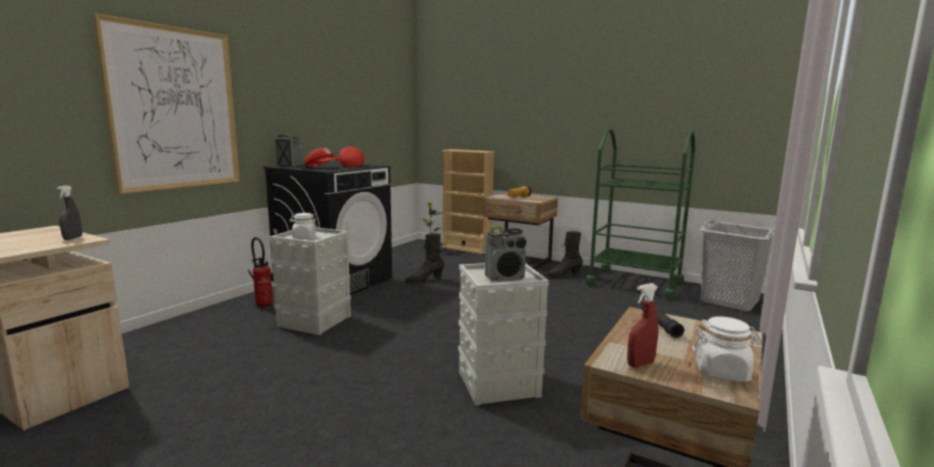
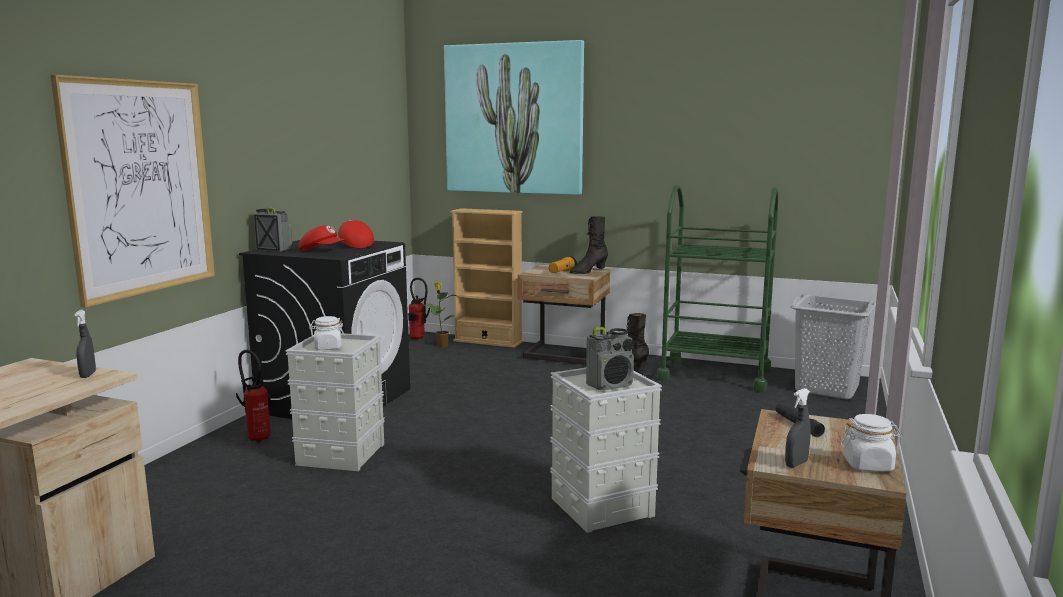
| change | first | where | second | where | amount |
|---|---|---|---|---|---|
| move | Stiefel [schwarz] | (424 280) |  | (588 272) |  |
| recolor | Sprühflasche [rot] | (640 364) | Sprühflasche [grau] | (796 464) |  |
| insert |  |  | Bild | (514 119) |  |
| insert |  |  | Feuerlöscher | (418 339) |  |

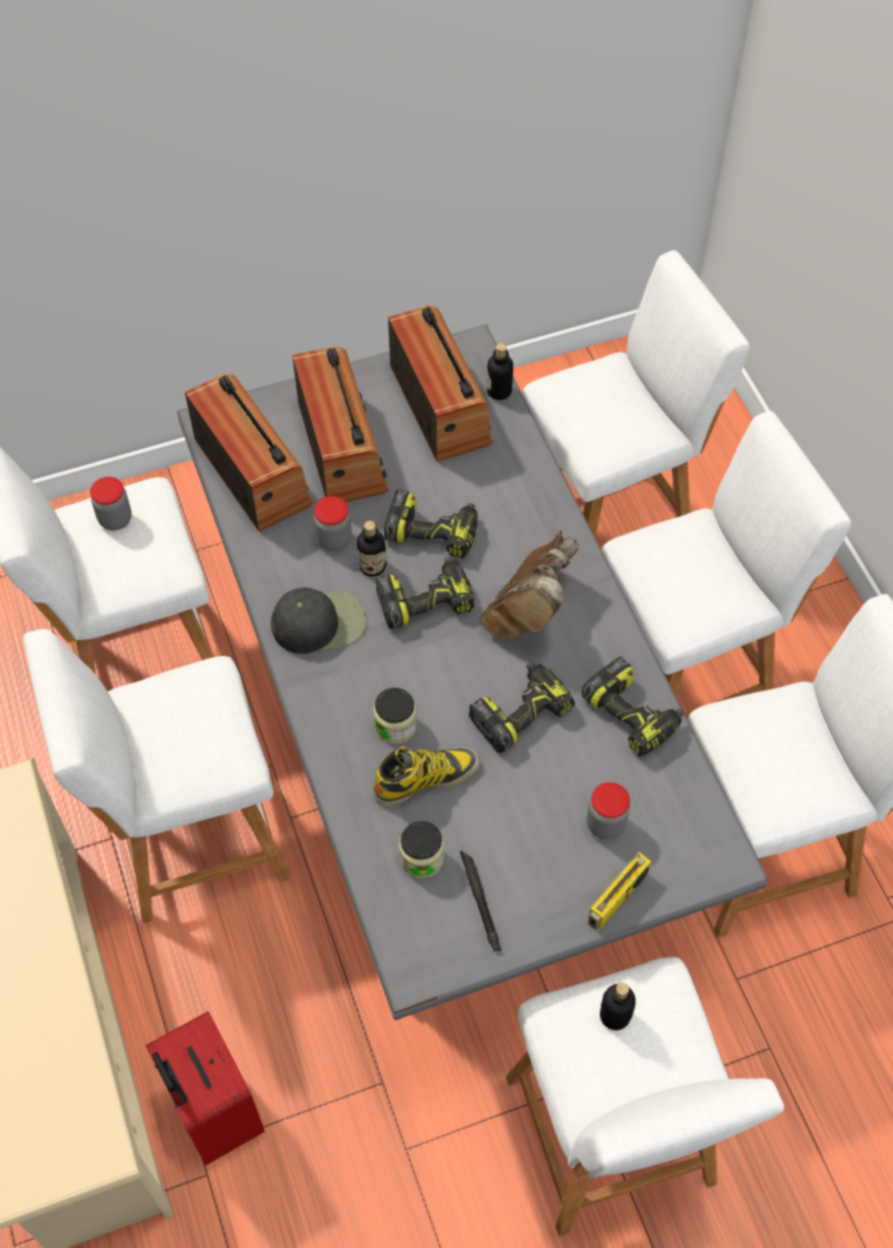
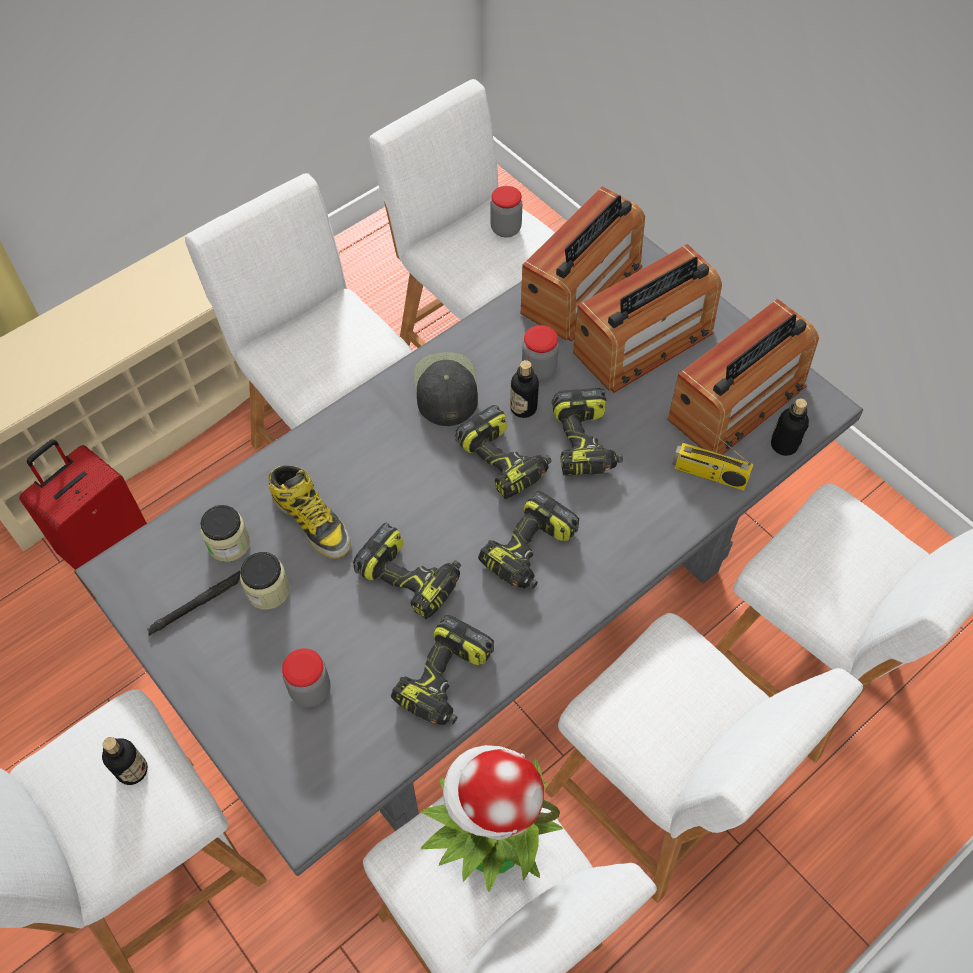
| change | first | where | second | where | amount |
|---|---|---|---|---|---|
| replace | Stiefel [braun] | (530 611) | Bohrmaschine | (529 552) |  |
| rotate | Kappe [schwarz] | (319 622) |  | (445 388) | 150 degrees counterclockwise |
| move | Vorratsglas | (395 725) |  | (268 590) |  |
| move | Radio | (618 898) |  | (709 474) |  |
| insert |  |  | Topfpflanze | (490 844) |  |

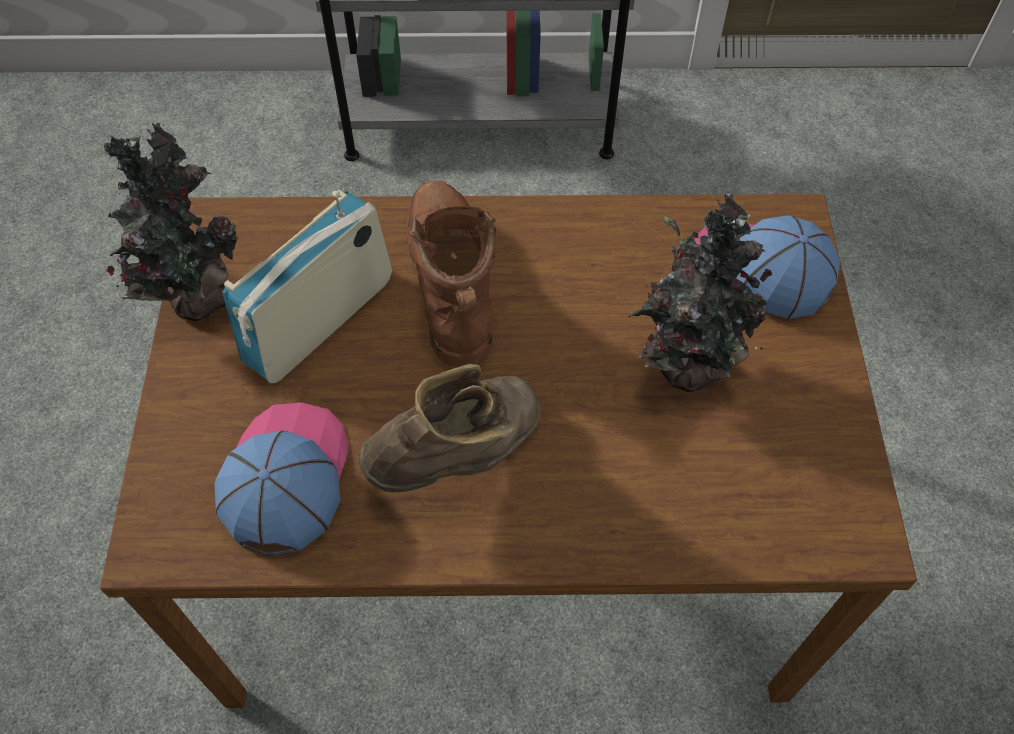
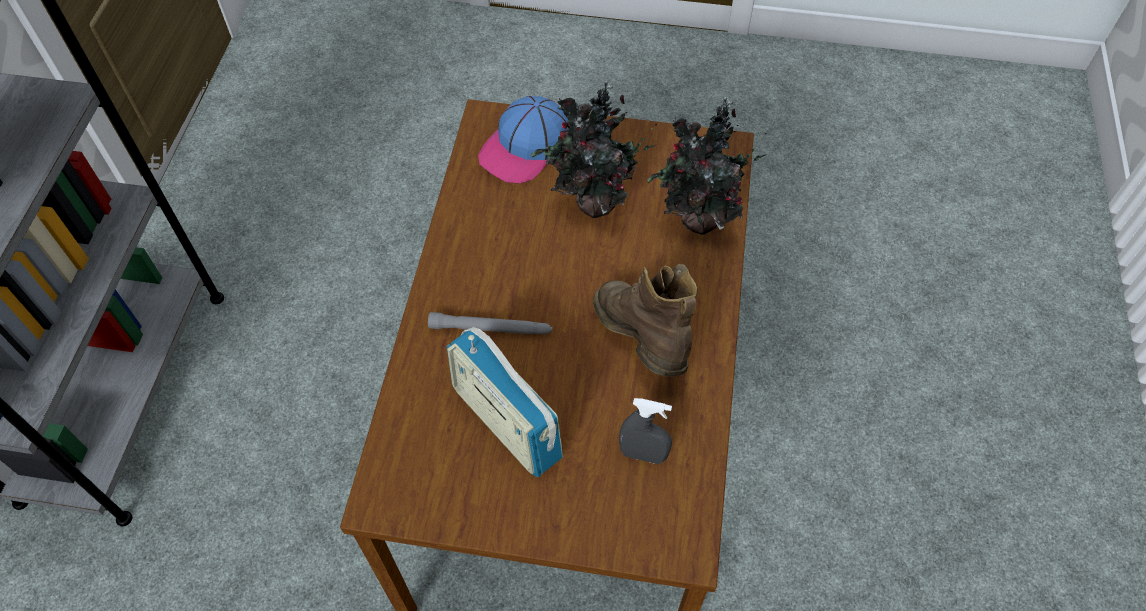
| change | first | where | second | where | amount |
|---|---|---|---|---|---|
| move | Topfpflanze | (194 297) |  | (697 222) |  |
| replace | Stiefel [braun] | (452 283) | Taschenlampe [grau] | (491 329) |  |
| replace | Kappe | (285 478) | Sprühflasche [grau] | (643 455) |  |

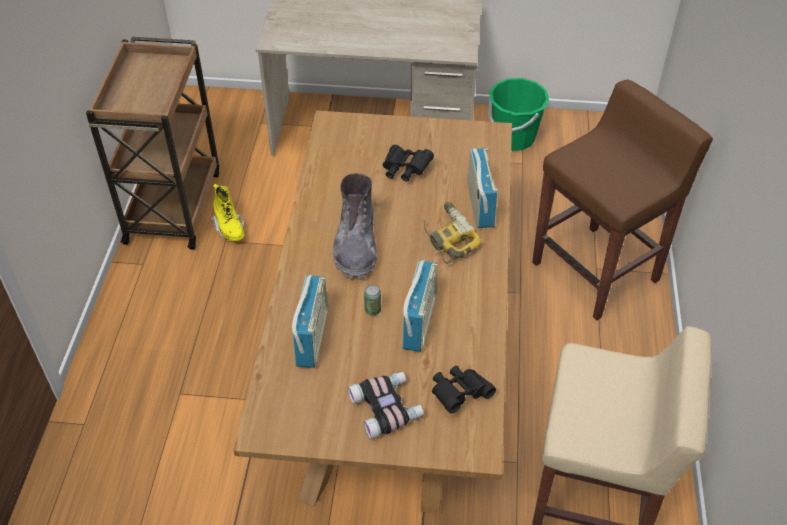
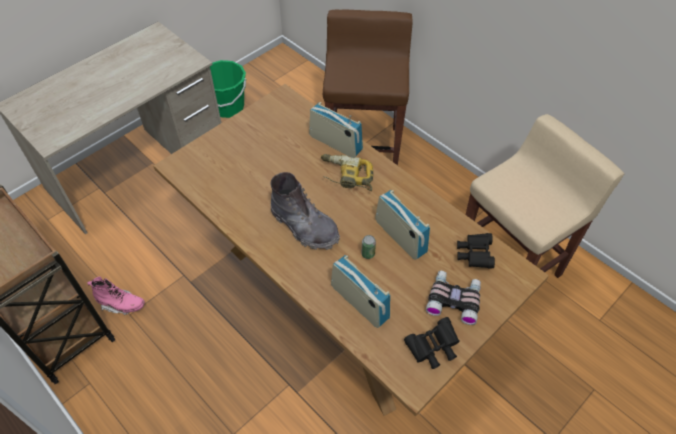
| change | first | where | second | where | amount |
|---|---|---|---|---|---|
| move | Fernglas [schwarz] | (405 170) |  | (432 348) |  |
| recolor | Stiefel [gelb] | (229 228) | Stiefel [rosa] | (121 304) |  |

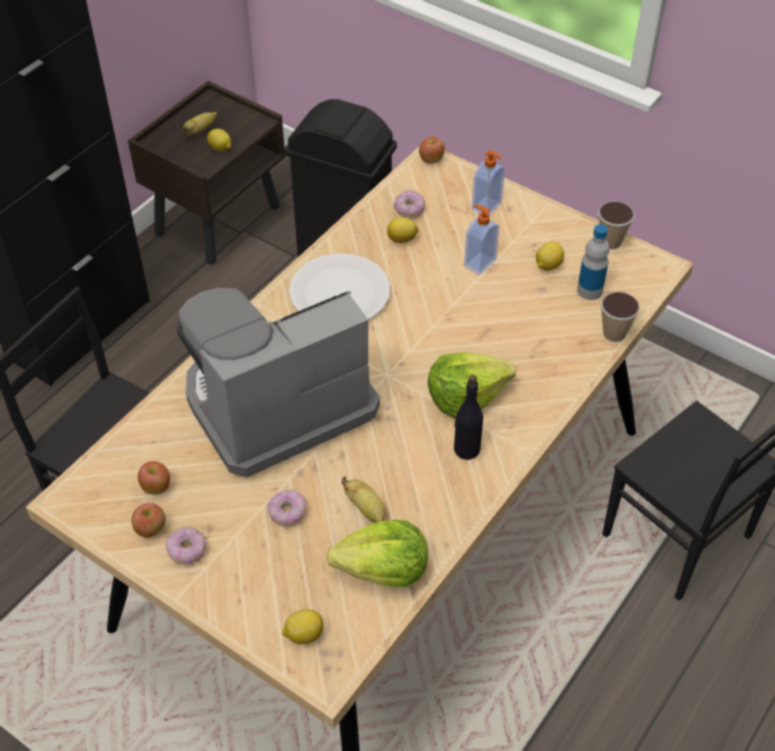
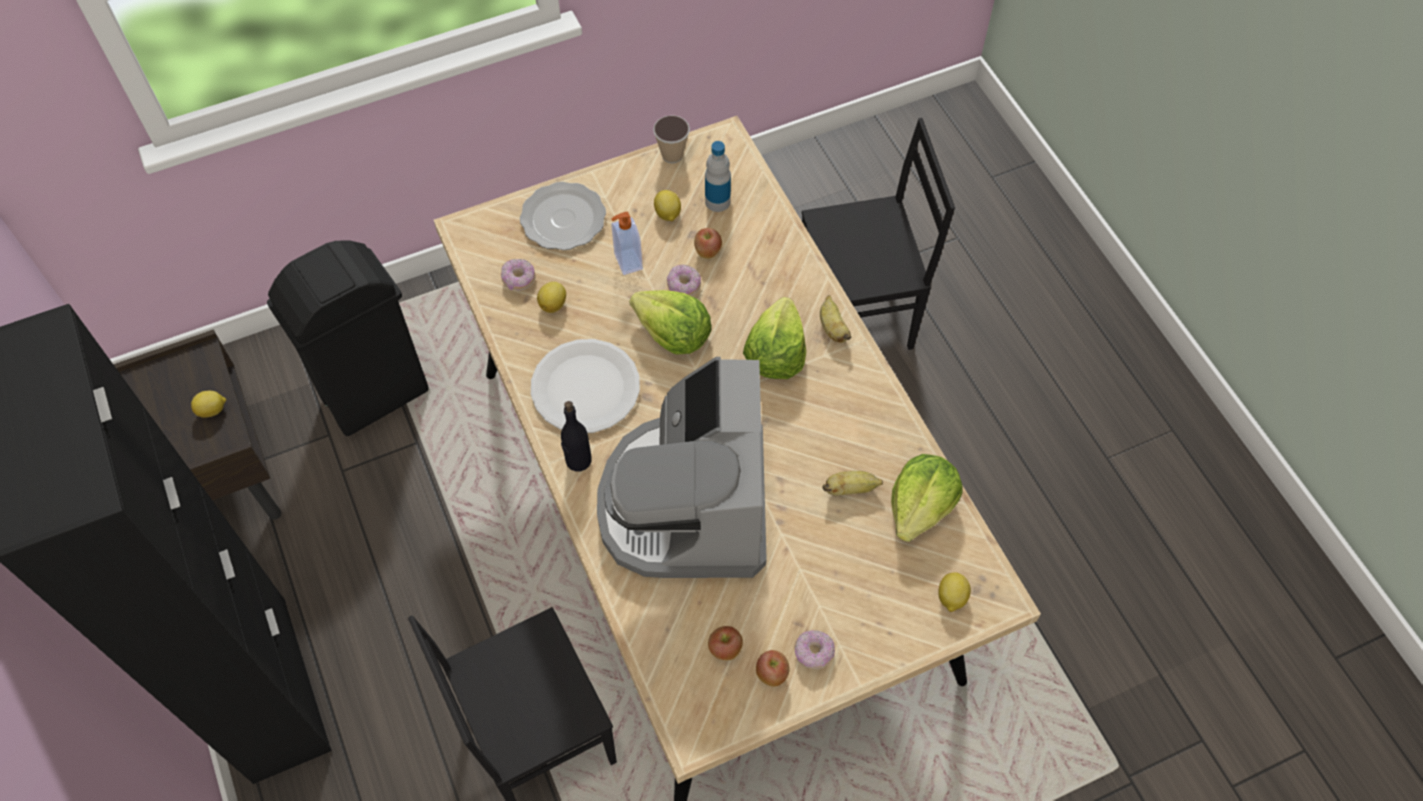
| change | first | where | second | where | amount |
|---|---|---|---|---|---|
| move | Banane | (200 130) |  | (832 328) |  |
| move | Apfel | (431 160) |  | (707 252) |  |
| replace | Seifenspender | (487 207) | Teller | (562 218) |  |
| delete | Tasse | (614 333) |  |  |  |
| move | Flasche [schwarz] | (466 449) |  | (578 460) |  |
| move | Donut | (287 513) |  | (683 286) |  |
| insert |  |  | Salatkopf | (673 334) |  |

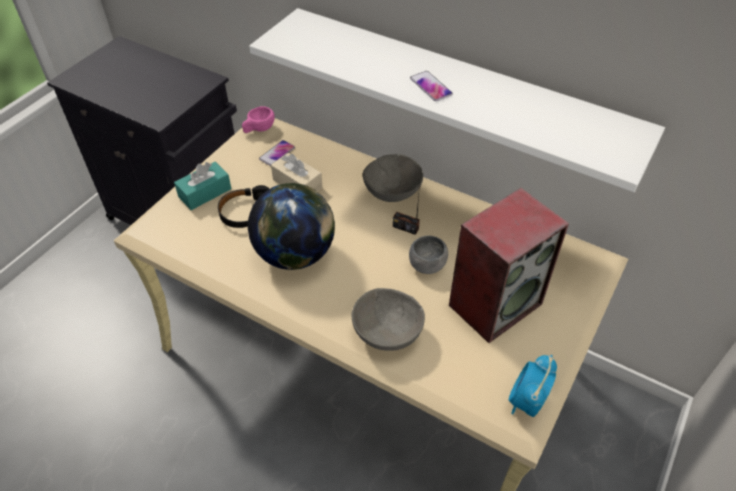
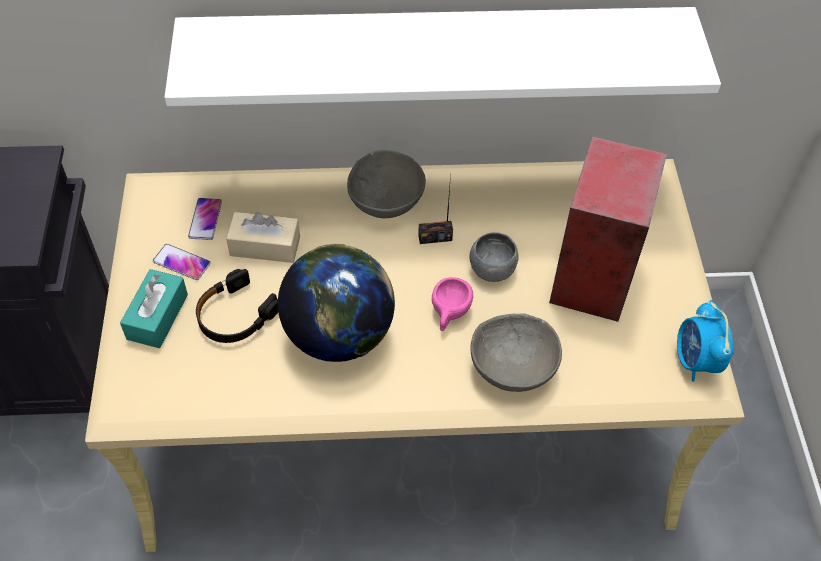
| change | first | where | second | where | amount |
|---|---|---|---|---|---|
| move | Handy | (430 87) |  | (181 263) |  |
| move | Tasse [rosa] | (258 129) |  | (449 314) |  |

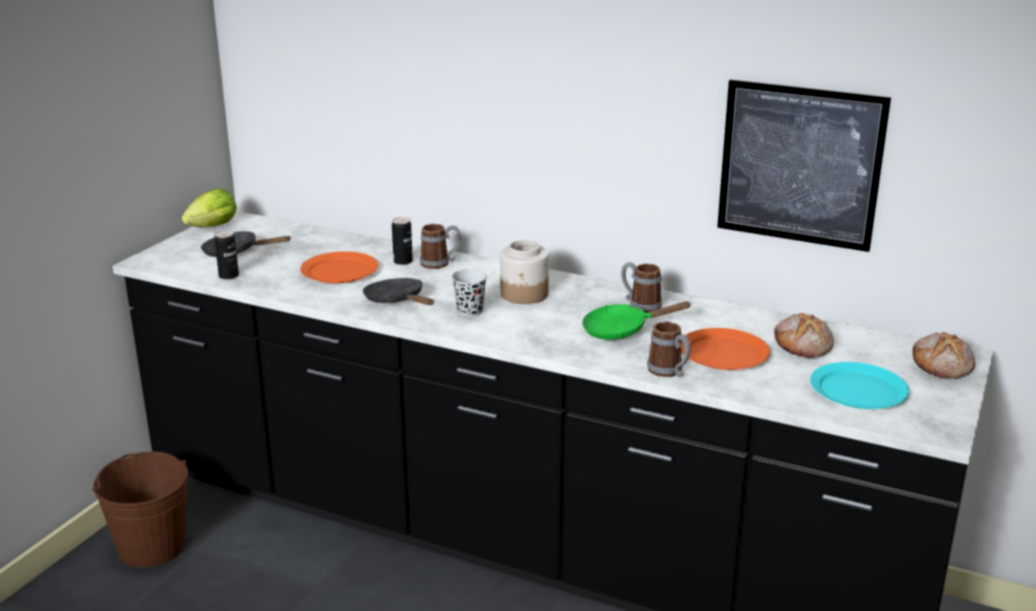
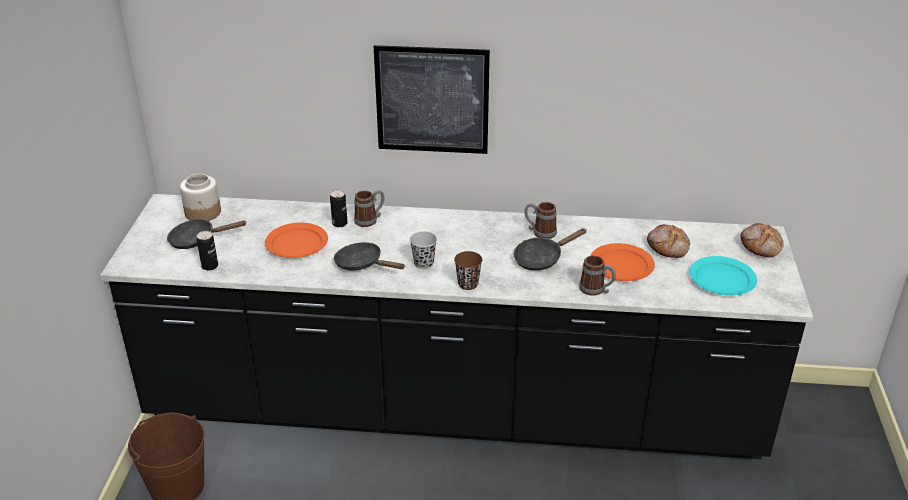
| change | first | where | second | where | amount |
|---|---|---|---|---|---|
| move | Bild | (800 165) |  | (432 100) |  |
| delete | Salatkopf | (210 228) |  |  |  |
| move | Vorratsglas | (524 294) |  | (203 213) |  |
| recolor | Pfanne [grün] | (621 330) | Pfanne [schwarz] | (541 258) |  |
| insert |  |  | Tasse [braun] | (468 284) |  |

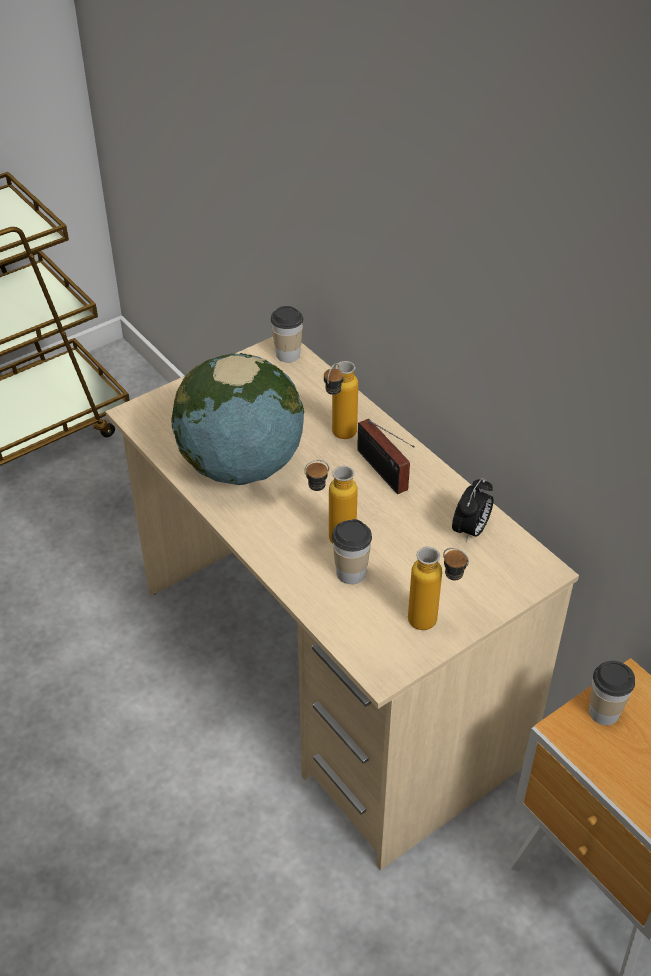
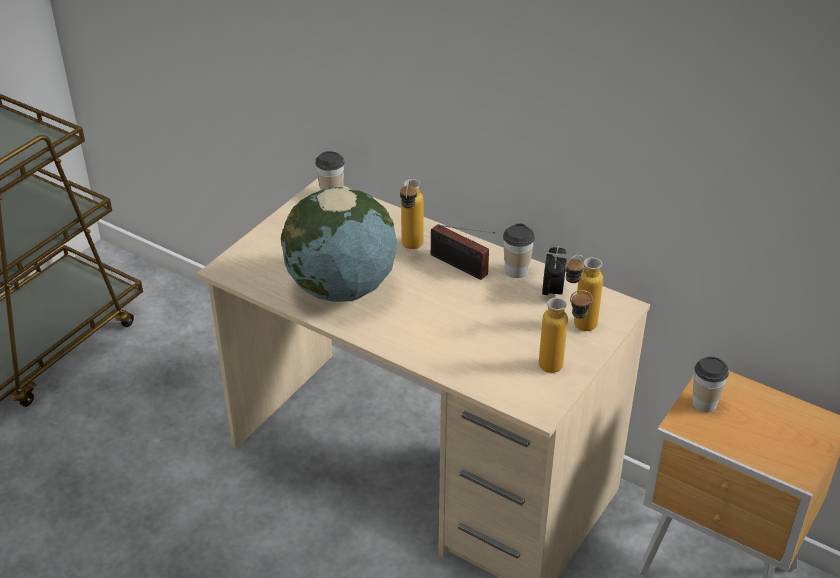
| change | first | where | second | where | amount |
|---|---|---|---|---|---|
| move | Flasche | (330 539) |  | (577 327) |  |
| move | Tasse | (351 573) |  | (516 270) |  |

